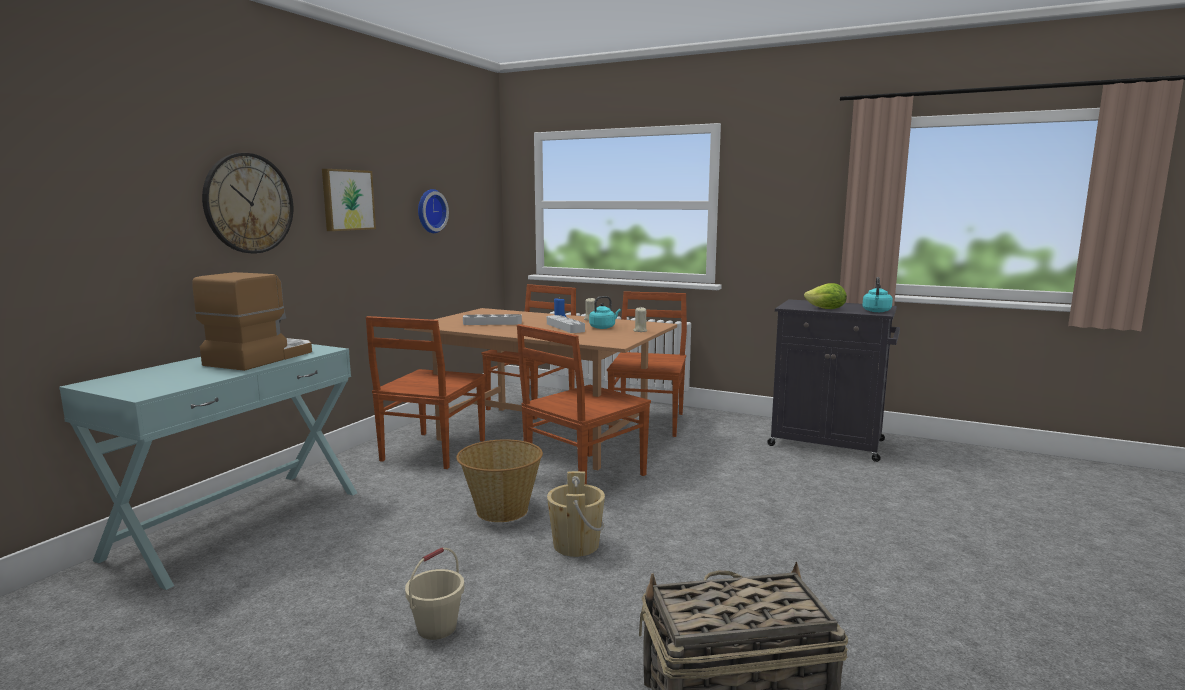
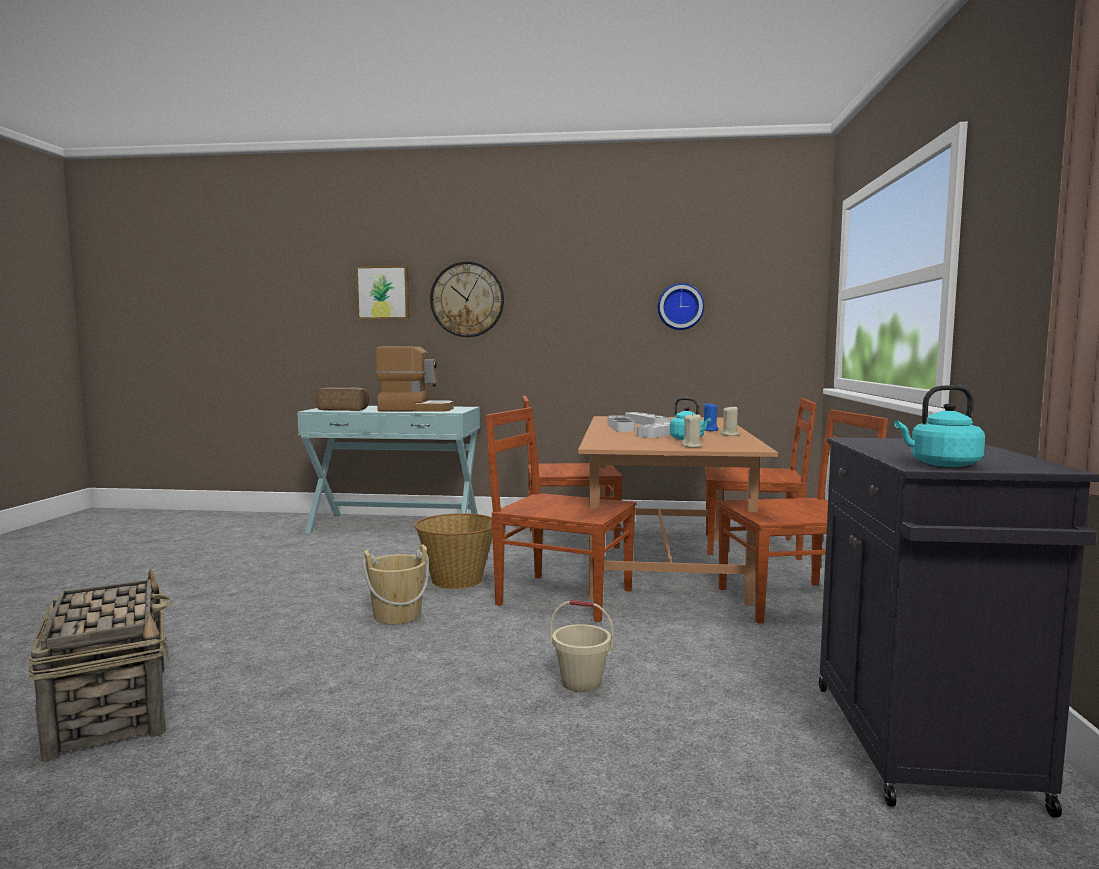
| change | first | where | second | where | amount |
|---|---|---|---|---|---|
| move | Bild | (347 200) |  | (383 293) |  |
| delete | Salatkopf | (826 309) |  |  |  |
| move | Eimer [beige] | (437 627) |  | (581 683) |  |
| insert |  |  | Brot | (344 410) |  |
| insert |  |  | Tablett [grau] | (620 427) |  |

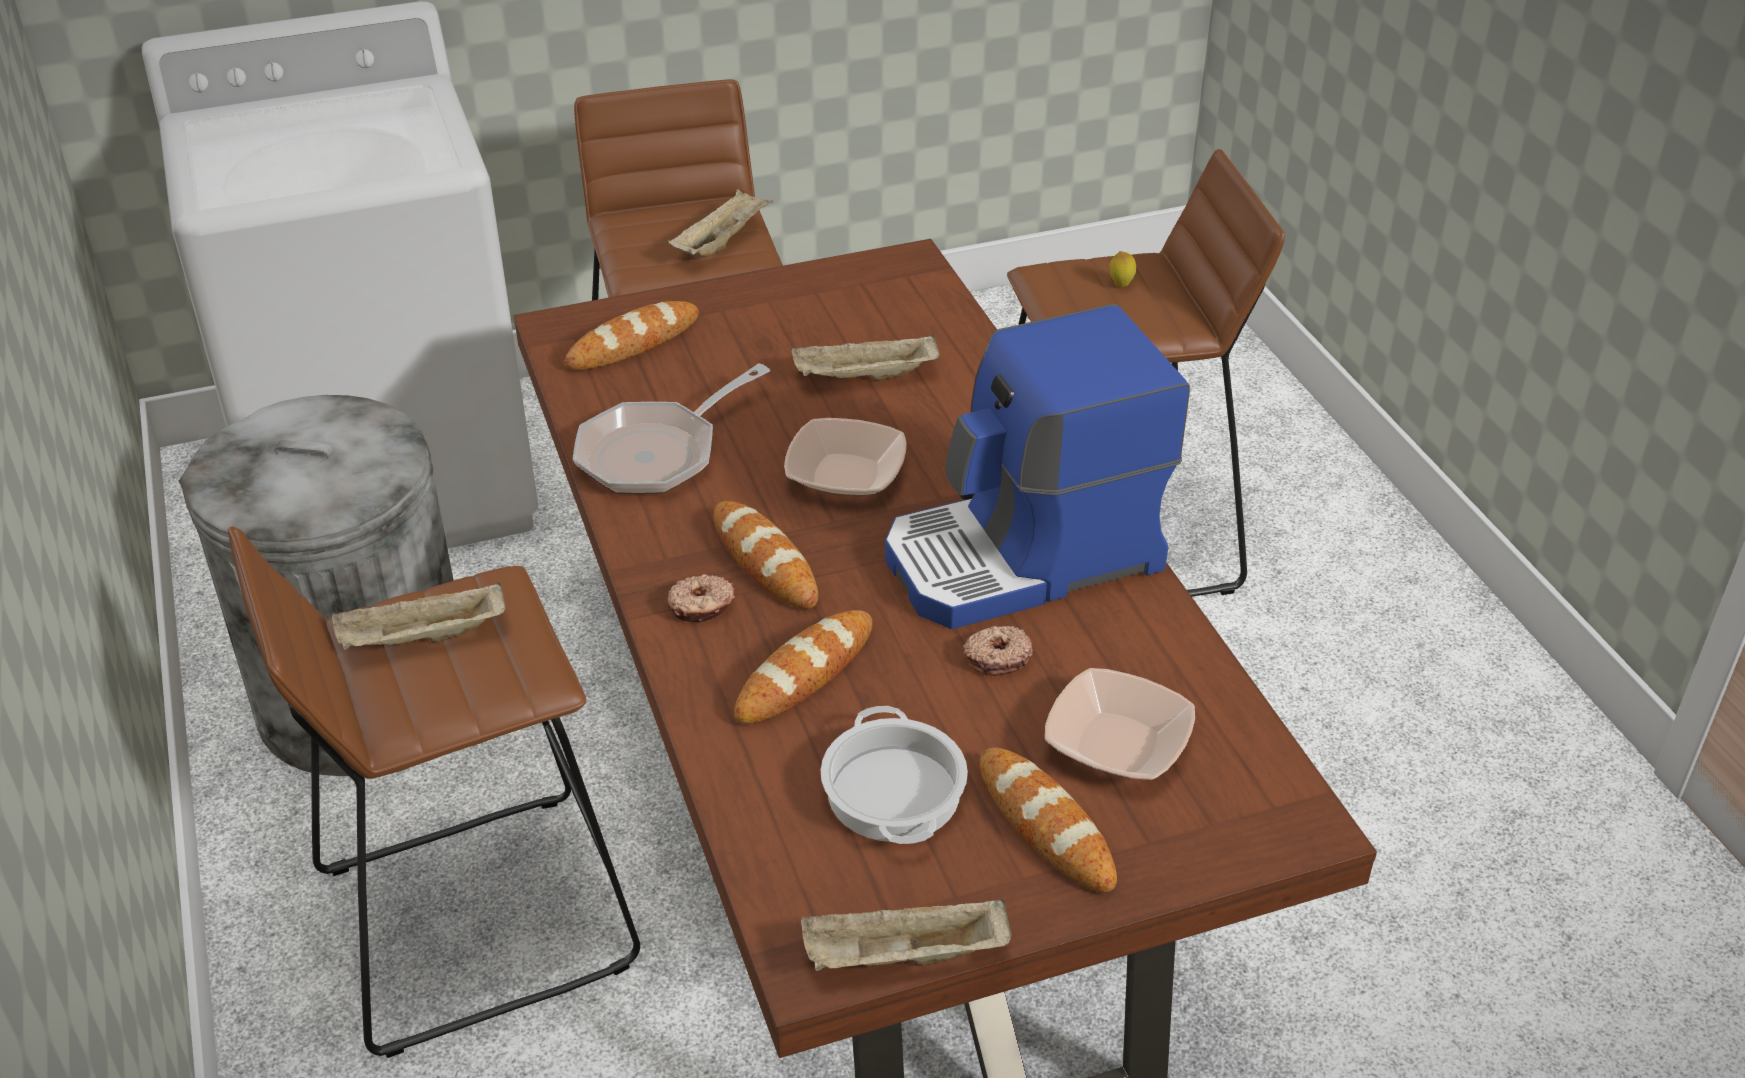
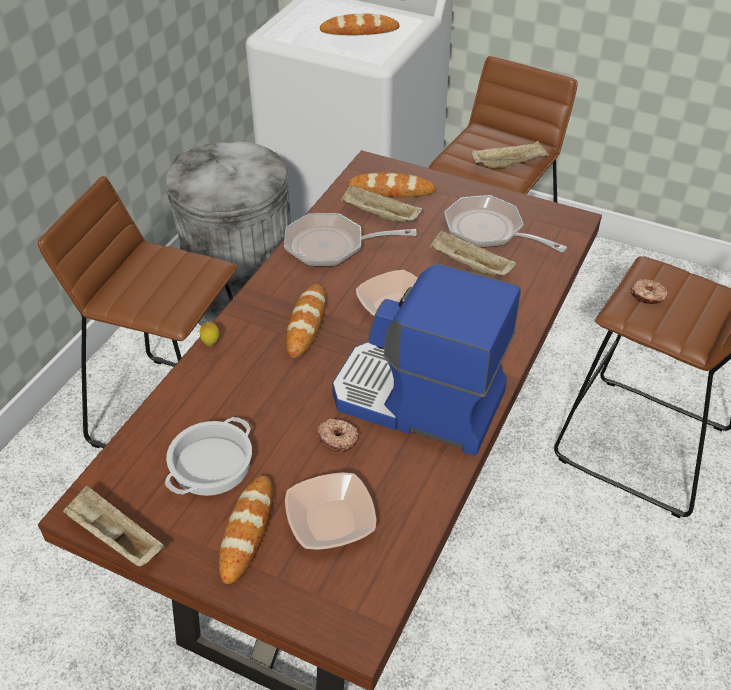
| change | first | where | second | where | amount |
|---|---|---|---|---|---|
| move | Zitrone | (1121 284) |  | (211 343) |  |
| move | Donut | (701 606) |  | (647 296) |  |
| move | Tablett [beige] | (422 639) |  | (379 216) |  |
| move | Brot | (805 673) |  | (359 30) |  |
| insert |  |  | Pfanne | (489 231) |  |

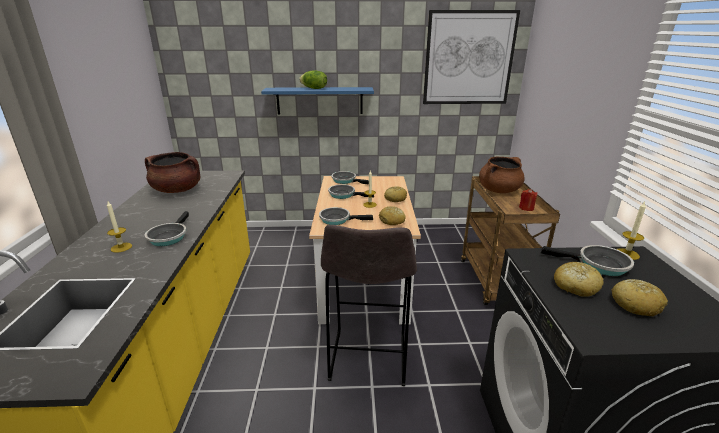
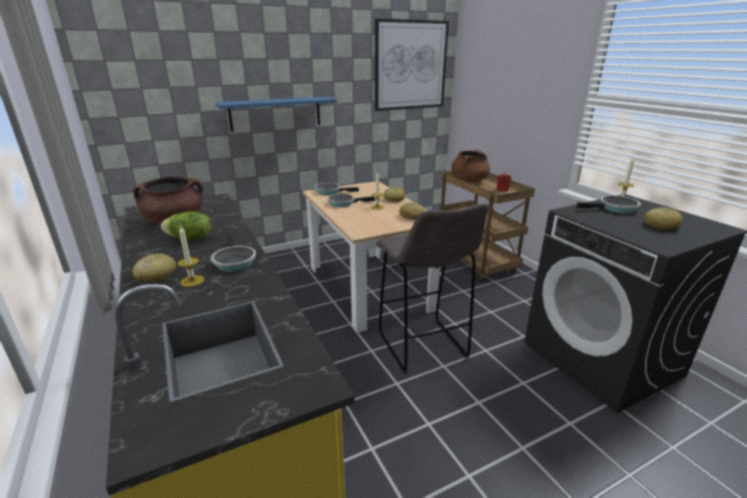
| change | first | where | second | where | amount |
|---|---|---|---|---|---|
| move | Salatkopf | (314 88) |  | (190 239) |  |
| delete | Pfanne | (337 219) |  |  |  |
| move | Brot | (575 286) |  | (156 275) |  |

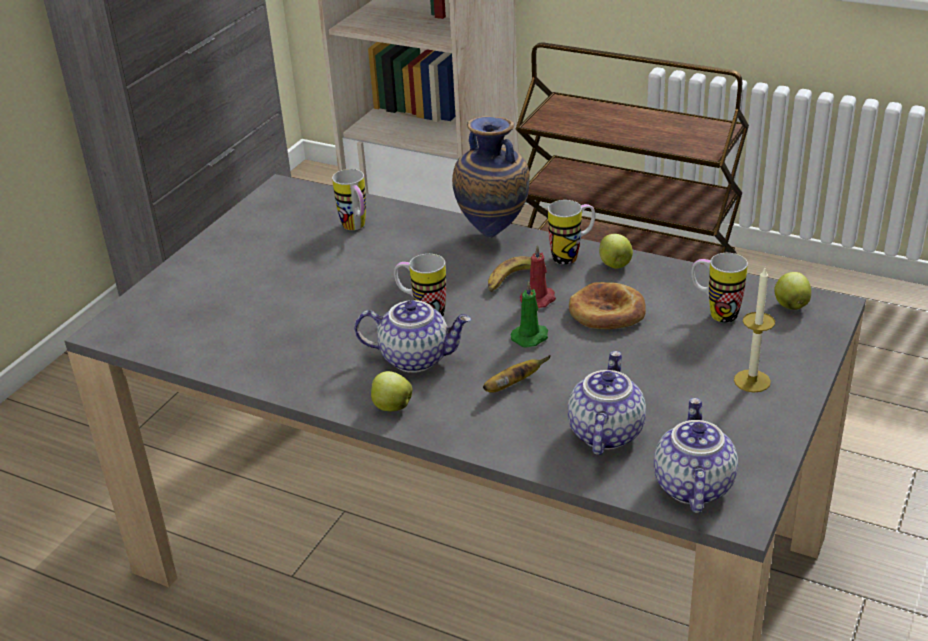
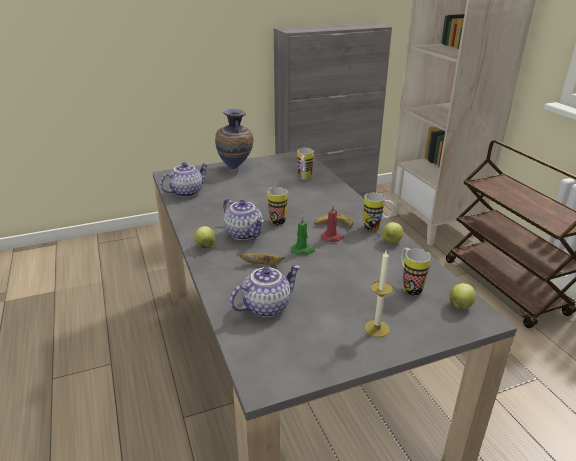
| change | first | where | second | where | amount |
|---|---|---|---|---|---|
| move | Vase | (494 233) |  | (236 168) |  |
| delete | Brot | (607 312) |  |  |  |
| move | Teekanne | (691 486) |  | (186 192) |  |

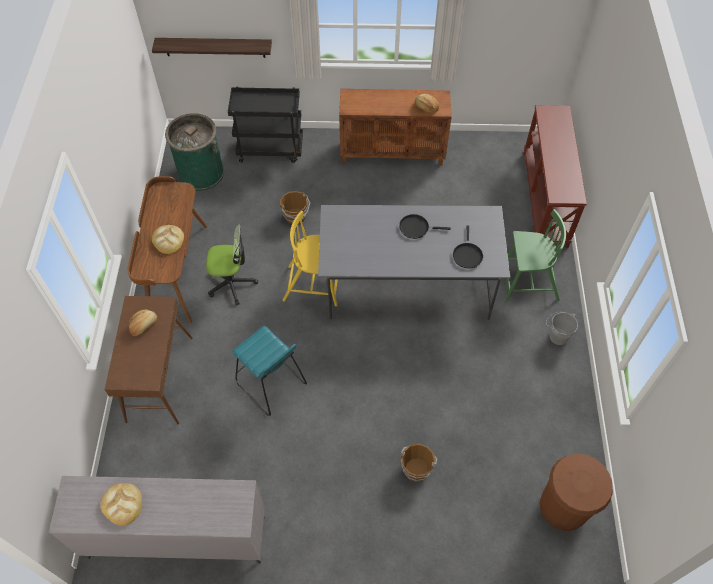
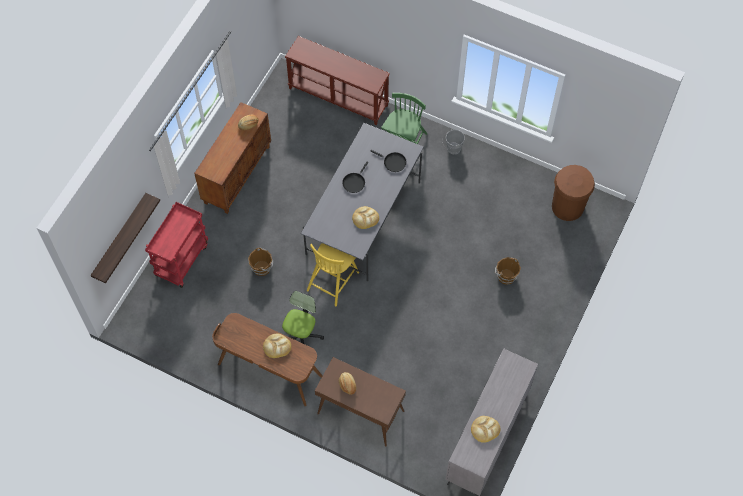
| change | first | where | second | where | amount |
|---|---|---|---|---|---|
| recolor | Rollwagen [schwarz] | (271 149) | Rollwagen [rot] | (181 259) |  |
| delete | Mülleimer [grün] | (201 173) |  |  |  |
| delete | Hocker [türkis] | (270 383) |  |  |  |
| insert |  |  | Brot | (365 218) |  |

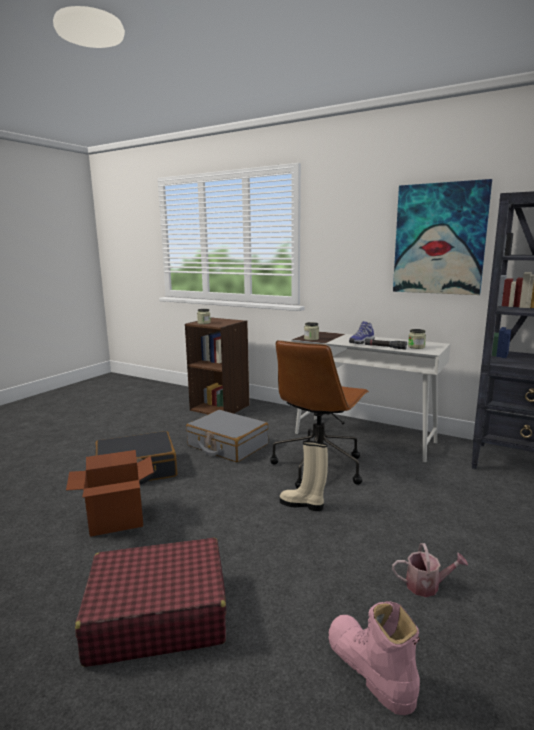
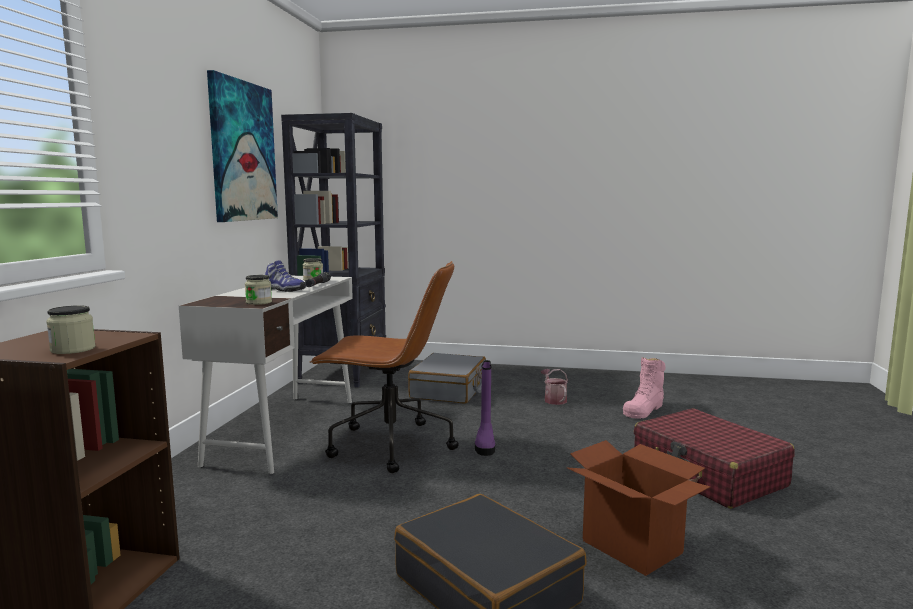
| change | first | where | second | where | amount |
|---|---|---|---|---|---|
| move | Koffer [grau] | (227 445) |  | (449 390) |  |
| recolor | Stiefel [beige] | (303 504) | Stiefel [lila] | (485 444) |  |

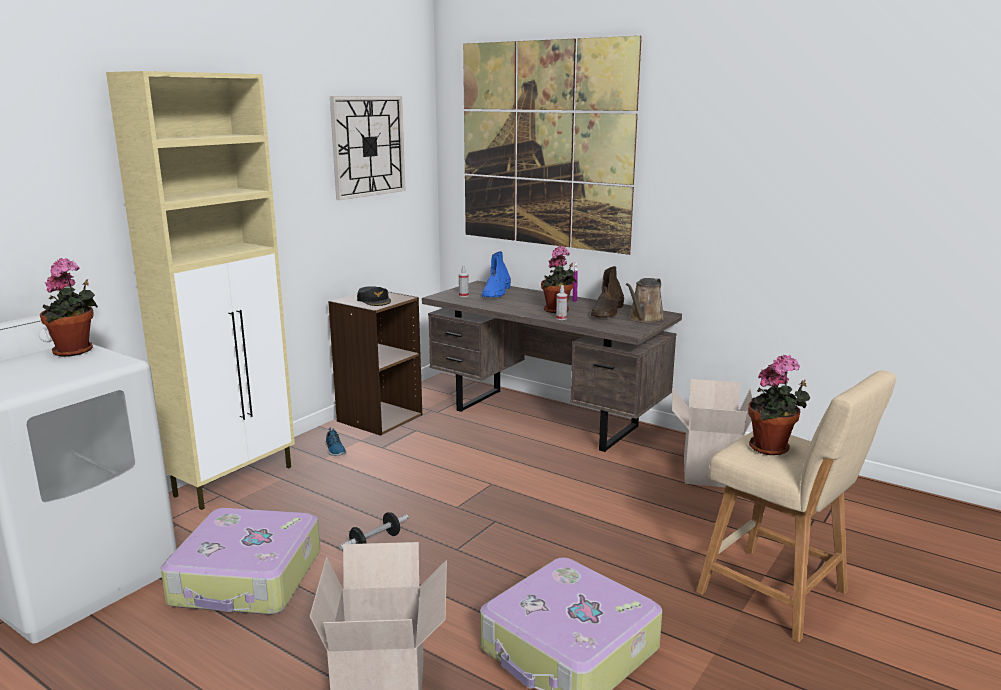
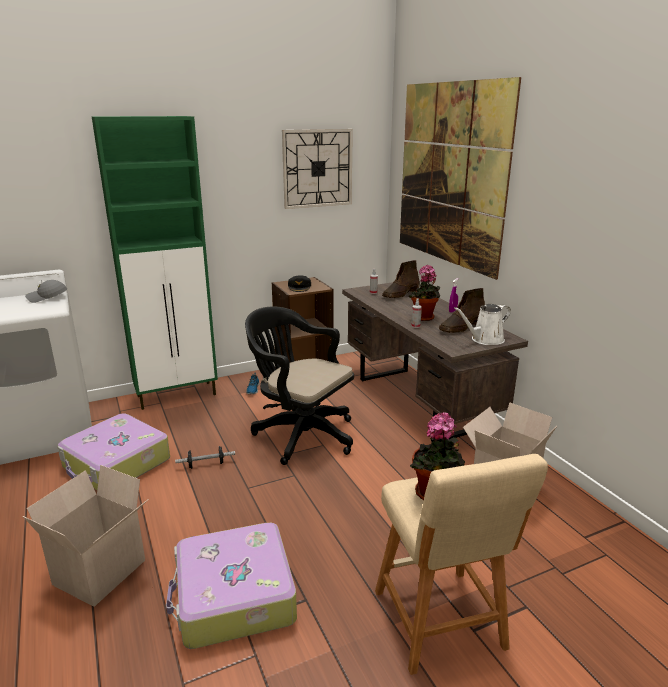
| change | first | where | second | where | amount |
|---|---|---|---|---|---|
| recolor | Schrank [beige] | (236 480) | Schrank [grün] | (178 395) |  |
| recolor | Stiefel [blau] | (496 293) | Stiefel [braun] | (400 294) |  |
| replace | Topfpflanze | (76 351) | Kappe [grau] | (47 298) |  |
| recolor | Gießkanne [braun] | (645 319) | Gießkanne [weiß] | (485 340) |  |
| insert |  |  | Bürostuhl [schwarz] | (300 434) |  |

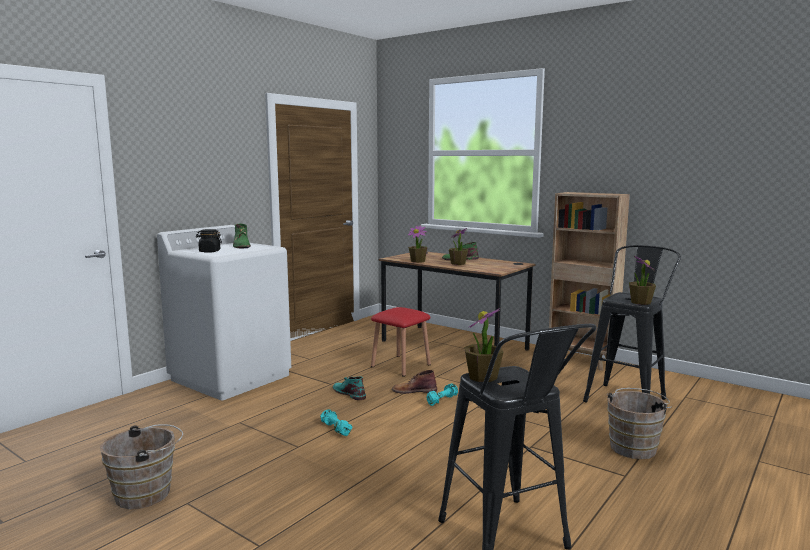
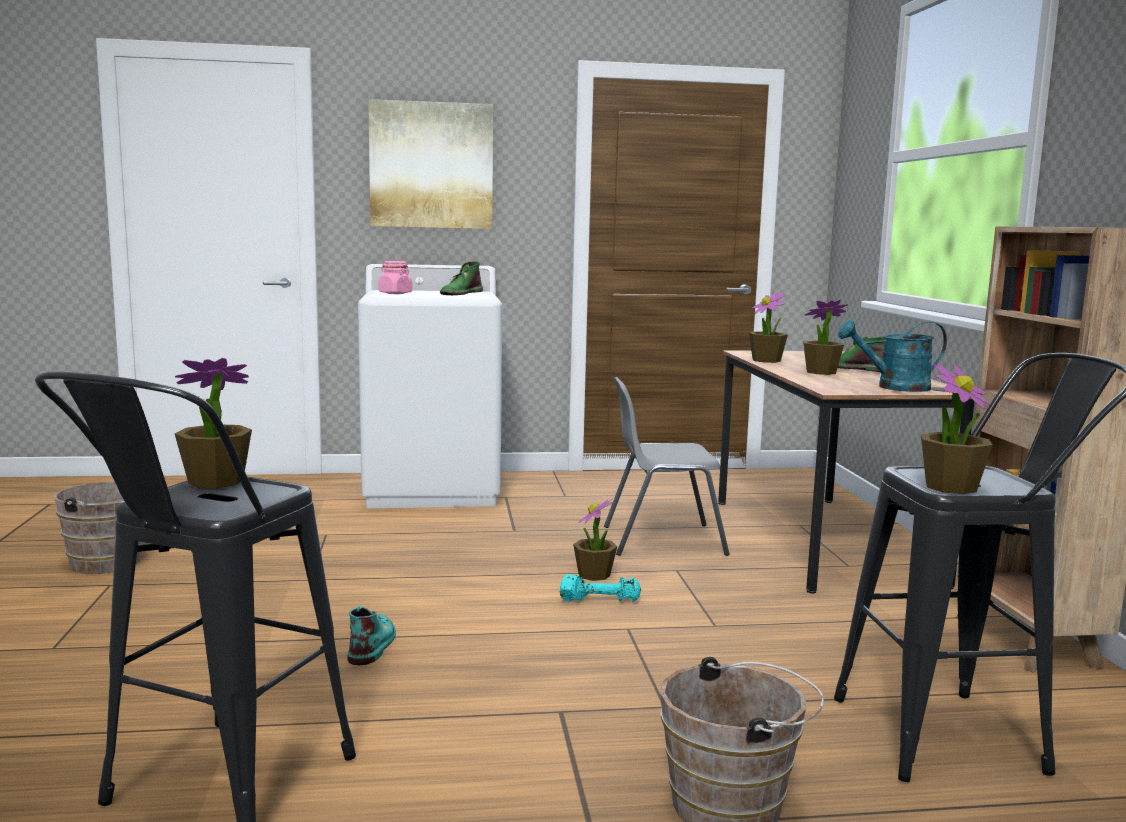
| change | first | where | second | where | amount |
|---|---|---|---|---|---|
| recolor | Vorratsglas [schwarz] | (209 251) | Vorratsglas [rosa] | (395 293) |  |
| replace | Hocker [rot] | (400 365) | Stuhl [grau] | (661 540) |  |
| replace | Stiefel [braun] | (414 390) | Topfpflanze | (594 575) |  |
| move | Stiefel [türkis] | (349 393) |  | (372 644) |  |
| delete | Hantel [türkis] | (335 429) |  |  |  |
| insert |  |  | Bild | (431 165) |  |
| insert |  |  | Gießkanne [türkis] | (894 387) |  |

